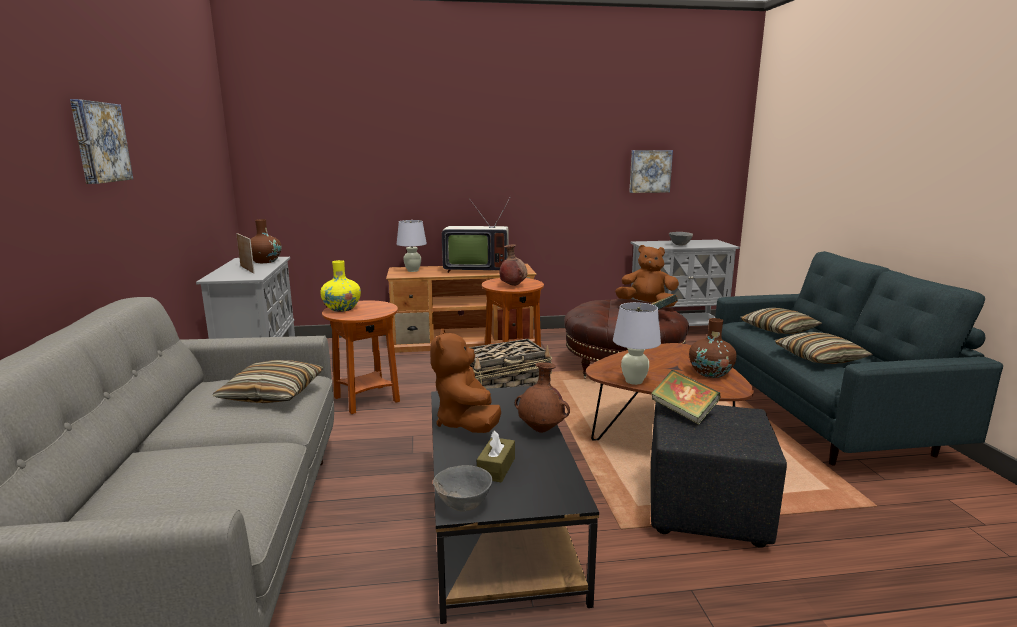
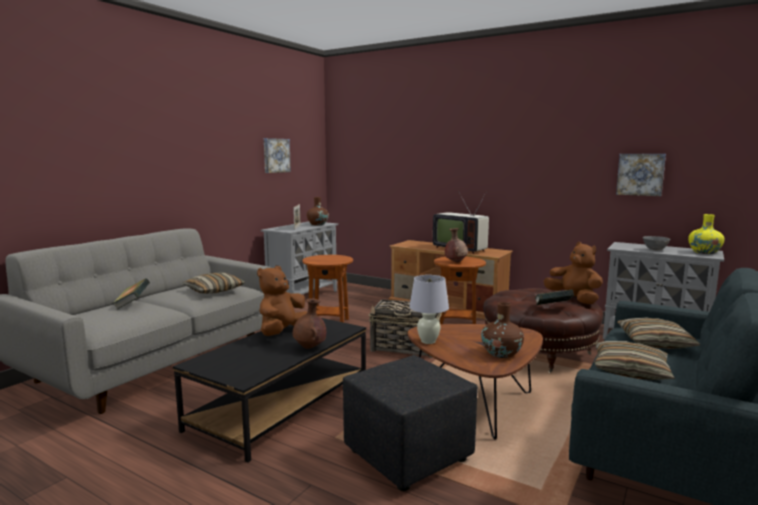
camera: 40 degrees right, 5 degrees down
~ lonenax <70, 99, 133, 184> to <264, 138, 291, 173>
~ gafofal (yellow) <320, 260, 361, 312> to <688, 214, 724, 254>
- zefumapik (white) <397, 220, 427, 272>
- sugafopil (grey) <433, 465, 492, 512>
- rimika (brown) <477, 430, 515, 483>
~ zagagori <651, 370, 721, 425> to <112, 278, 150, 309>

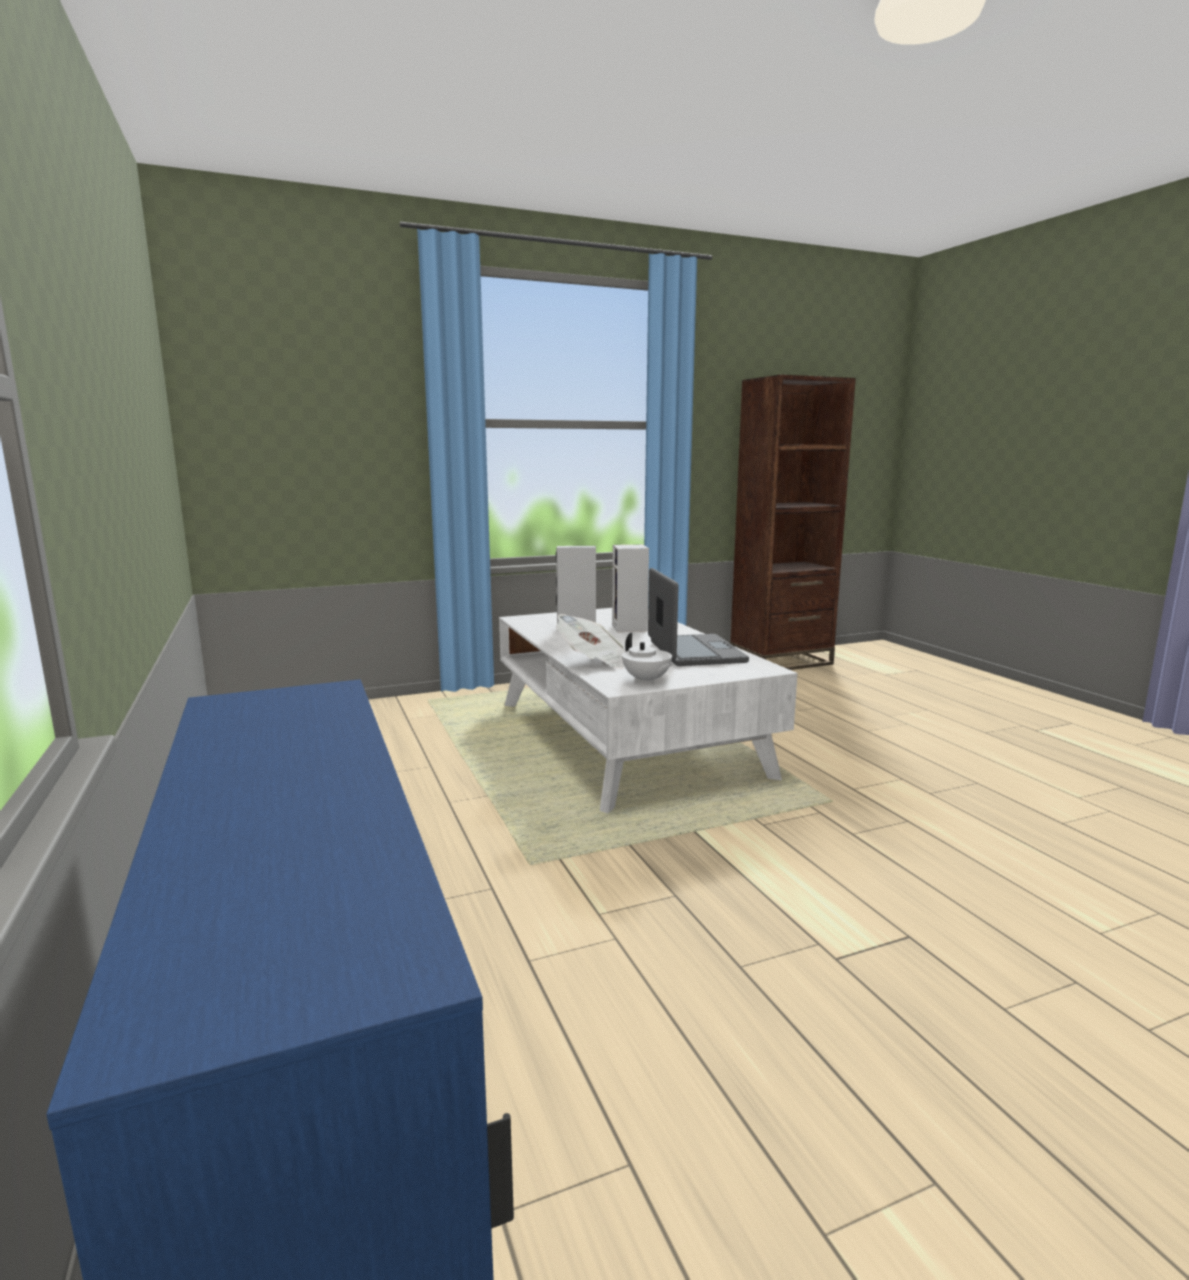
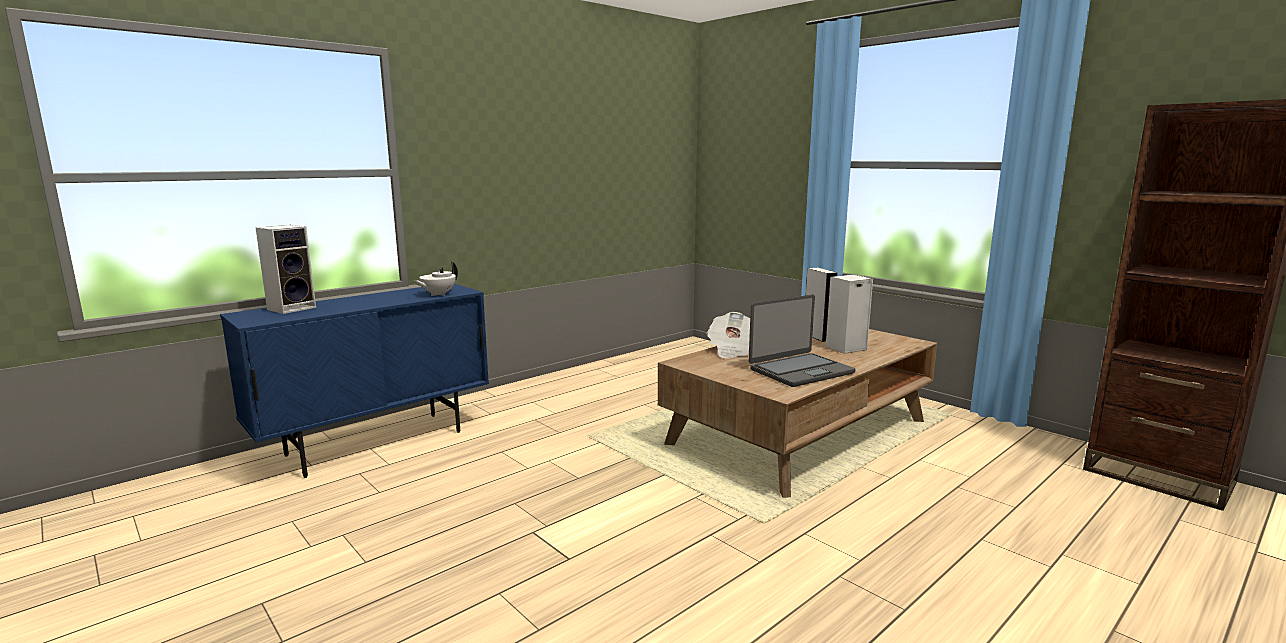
camera: 70 degrees right, 0 degrees up
~ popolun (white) <499, 608, 798, 813> to popolun (brown) <658, 329, 937, 498>
~ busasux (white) <622, 633, 673, 684> to <414, 262, 458, 296>
+ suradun <256, 225, 316, 314>

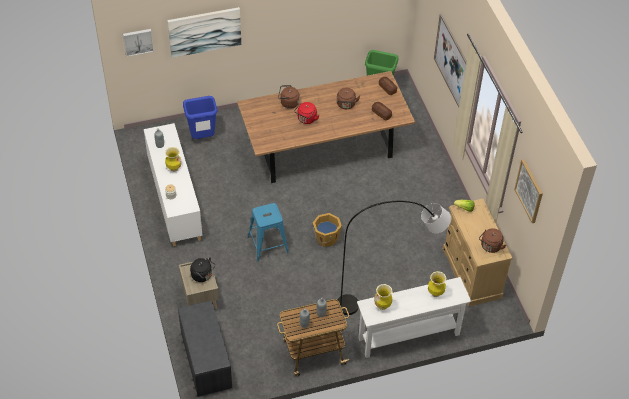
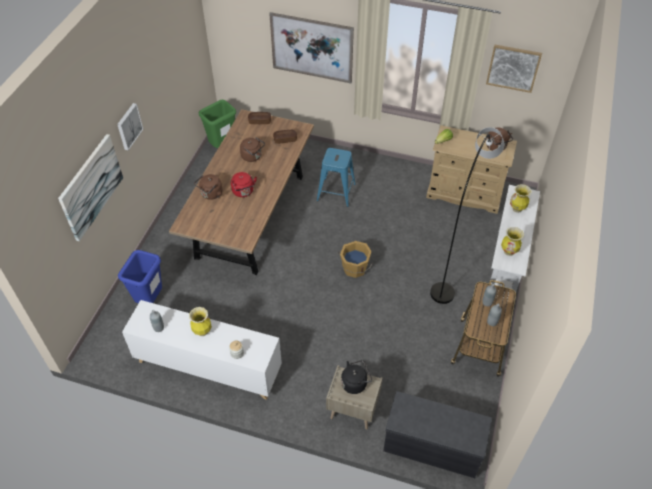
camera: 55 degrees left, 0 degrees up
~ lonenax <123, 29, 154, 57> to <117, 103, 143, 151>
~ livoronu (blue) <248, 203, 289, 262> to <317, 148, 356, 207>

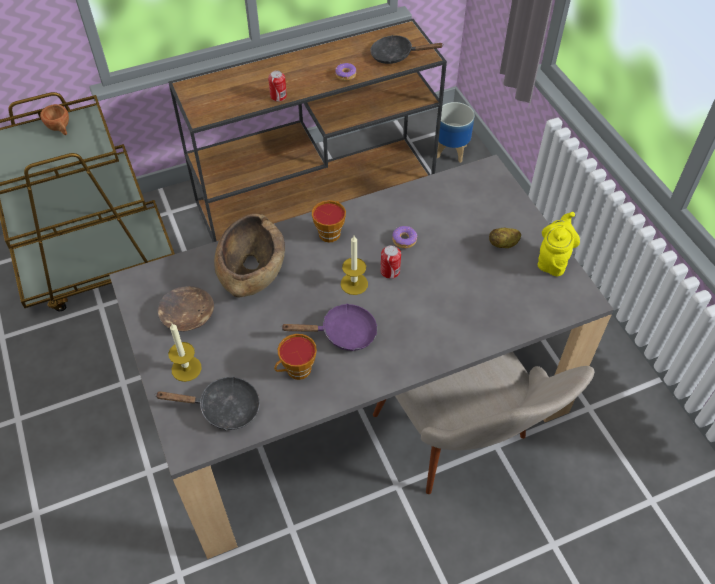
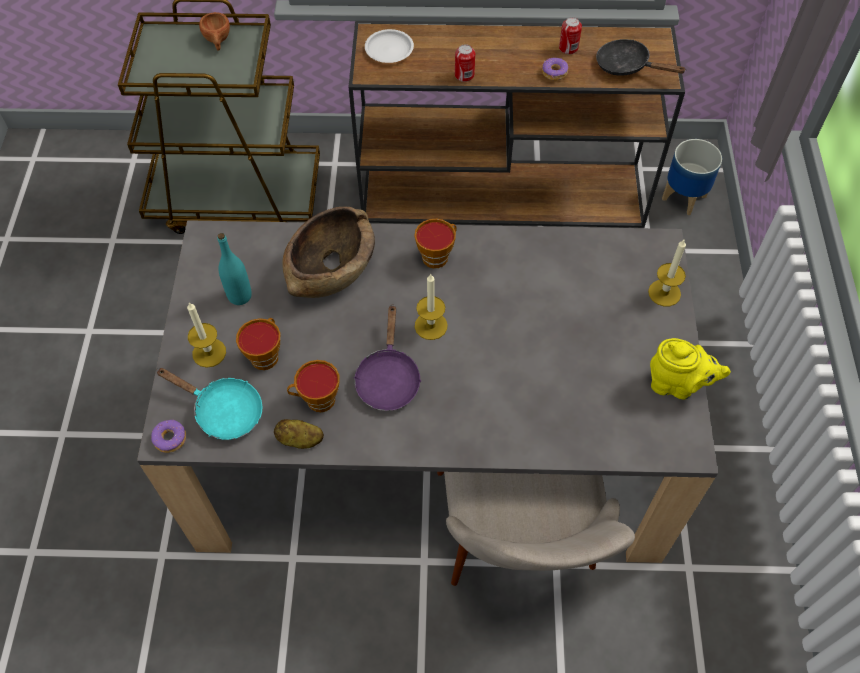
camera: 25 degrees right, 5 degrees up
~ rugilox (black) <155, 376, 260, 430> to rugilox (turquoise) <156, 368, 263, 440>
~ sugafopil (brown) <158, 286, 214, 332> to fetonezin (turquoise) <217, 233, 252, 305>
~ rugilox (purple) <281, 303, 378, 351> = <353, 304, 421, 411> 75 degrees clockwise
~ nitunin <380, 245, 401, 279> to <559, 17, 582, 54>
~ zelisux <392, 226, 417, 248> to <151, 420, 186, 453>
~ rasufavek <489, 227, 521, 248> to <274, 419, 324, 449>
~ busasux (yellow) <538, 212, 580, 276> = <650, 338, 731, 400> 60 degrees clockwise
+ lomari <236, 318, 280, 370>
+ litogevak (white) <365, 29, 414, 63>
+ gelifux <648, 240, 686, 306>

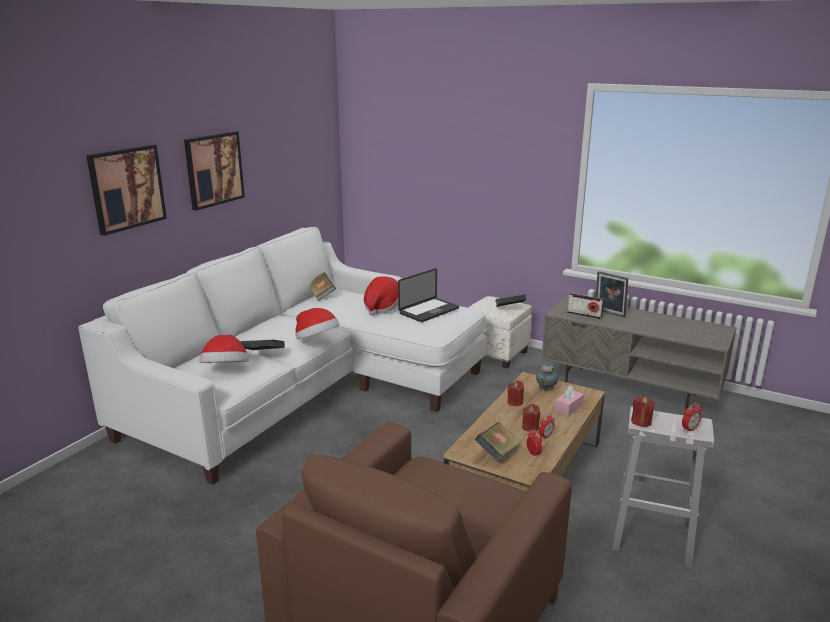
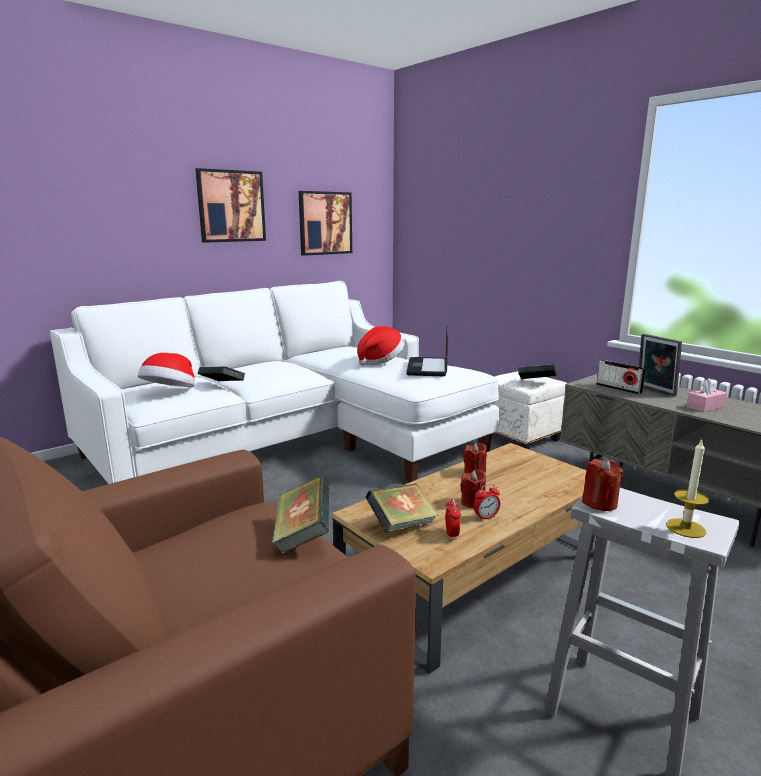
camera: 20 degrees right, 5 degrees down
~ lonenax <86, 145, 167, 236> to <299, 191, 352, 256>
- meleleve <296, 308, 340, 339>
~ zagagori <309, 272, 336, 301> to <272, 475, 329, 554>
~ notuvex <398, 268, 459, 322> = <406, 323, 448, 376> 120 degrees clockwise
- busasux <536, 363, 558, 391>
~ rimika (pink) <555, 386, 584, 416> to <686, 378, 727, 412>
~ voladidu <682, 403, 702, 432> to gelifux <666, 439, 709, 538>

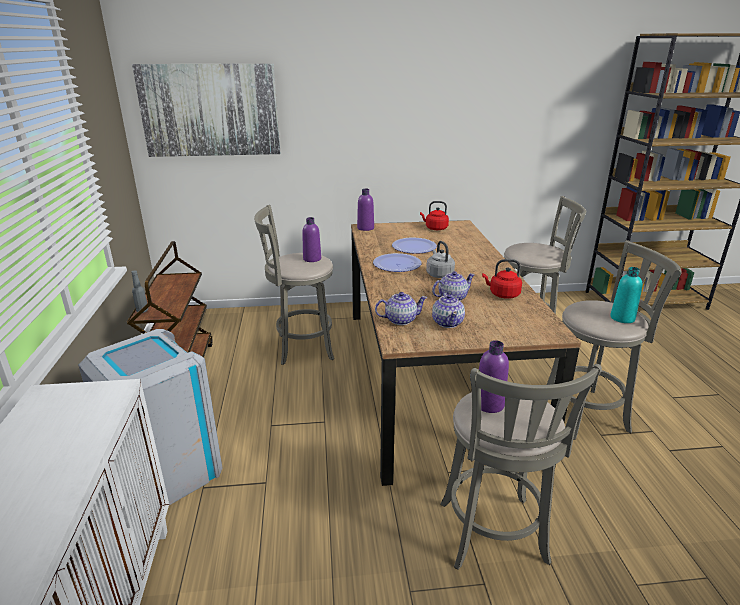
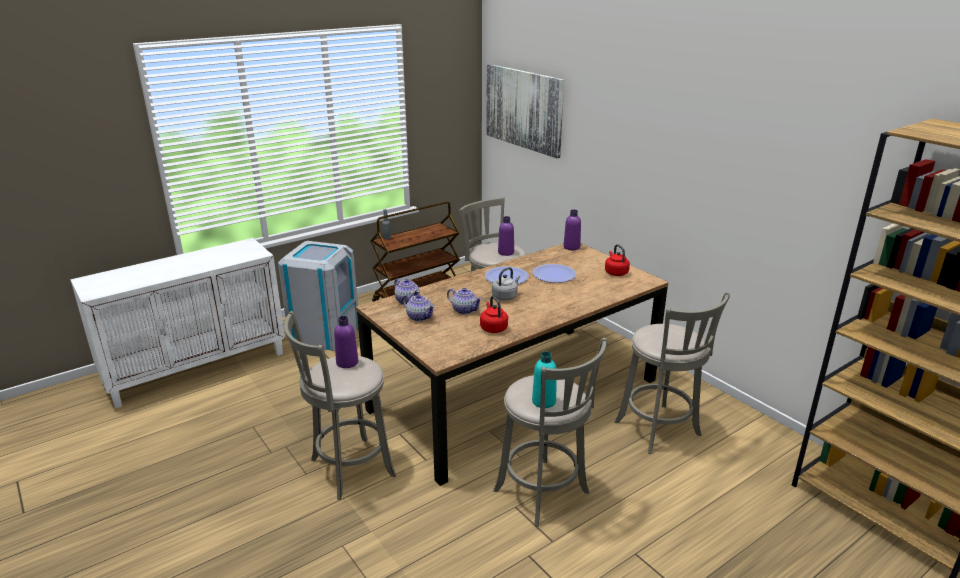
camera: 60 degrees right, 0 degrees up
~ busasux <432, 292, 465, 328> = <403, 294, 435, 321> 105 degrees counterclockwise

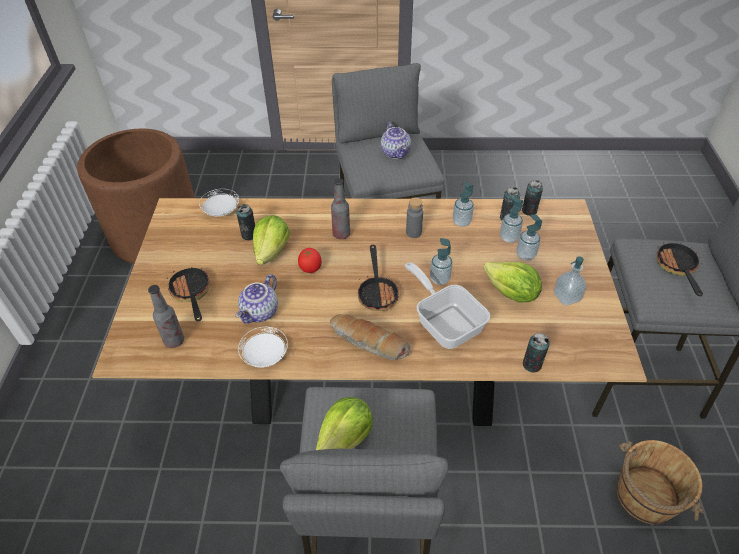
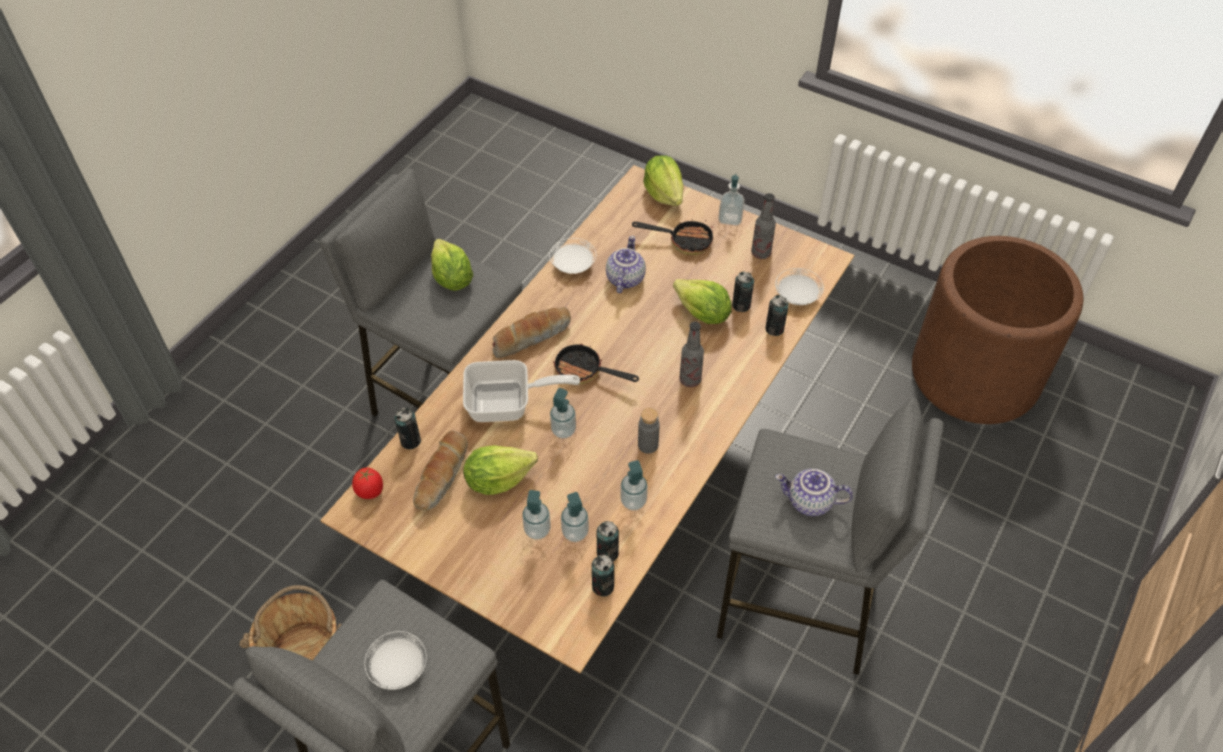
camera: 120 degrees right, 5 degrees up
~ fetonezin <148, 285, 184, 348> to <751, 193, 776, 259>
~ busasux <236, 274, 278, 324> = <606, 236, 646, 293> 45 degrees clockwise
~ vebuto <298, 248, 322, 273> to <352, 468, 383, 499>
~ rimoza <554, 256, 587, 305> to <718, 173, 745, 226>
~ rugilox <657, 237, 704, 296> to litogevak (white) <364, 631, 427, 690>
+ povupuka <413, 430, 468, 510>
+ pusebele <643, 156, 684, 206>
+ nitunin <765, 295, 789, 336>

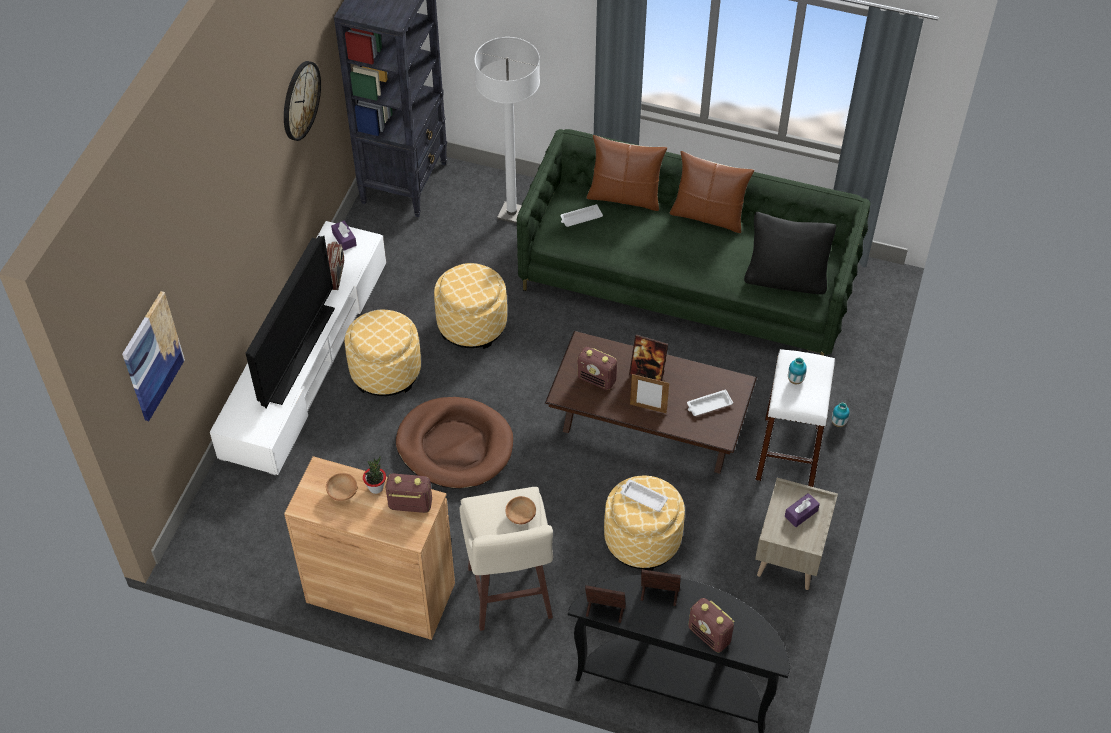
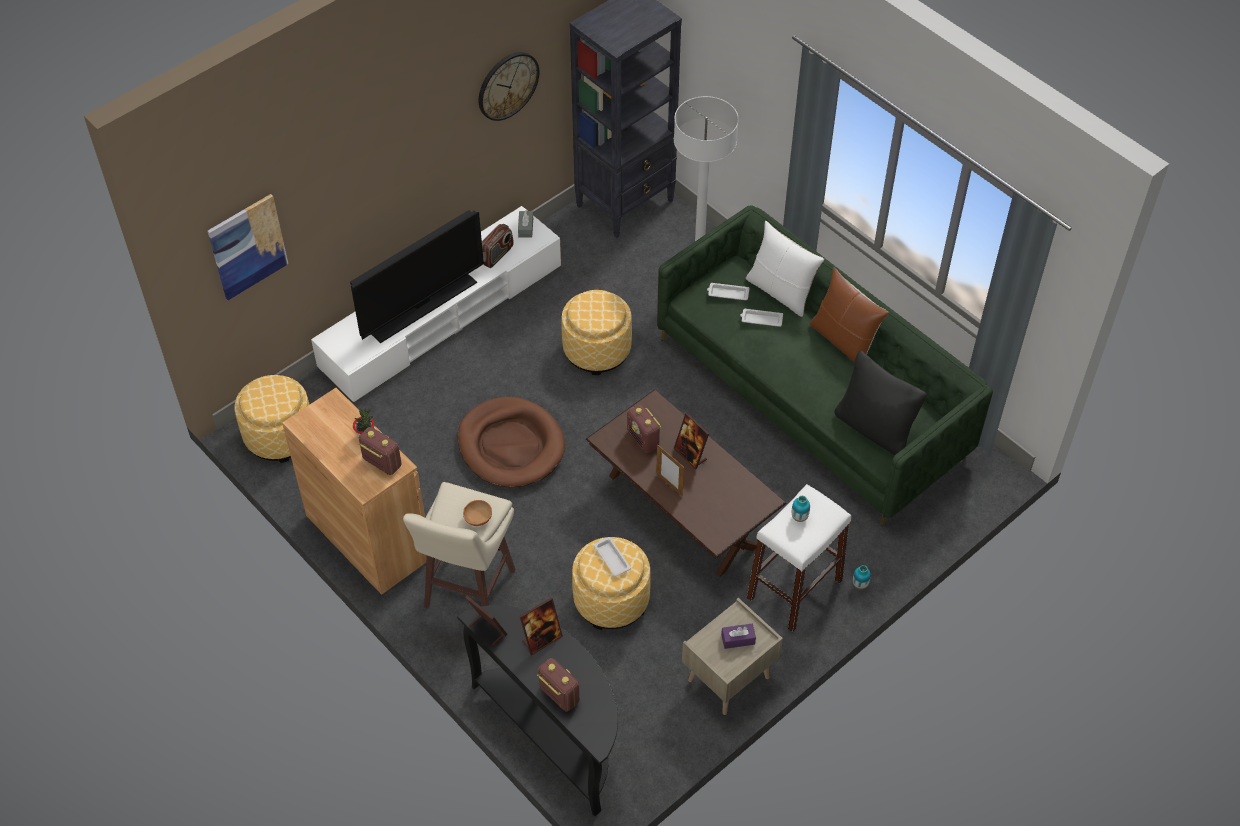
camera: 30 degrees right, 0 degrees up
- sugafopil (brown) <326, 473, 357, 501>
~ rimika (purple) <331, 221, 357, 251> to rimika (grey) <518, 210, 533, 238>
~ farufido <345, 309, 421, 396> to <234, 375, 310, 463>
~ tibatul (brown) <587, 135, 667, 211> to tibatul (white) <746, 221, 824, 317>
~ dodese <641, 569, 681, 606> = <520, 597, 563, 655> 105 degrees clockwise
~ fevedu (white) <687, 390, 733, 416> to <740, 309, 783, 327>
~ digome <688, 598, 734, 652> = <537, 658, 580, 711> 150 degrees clockwise

